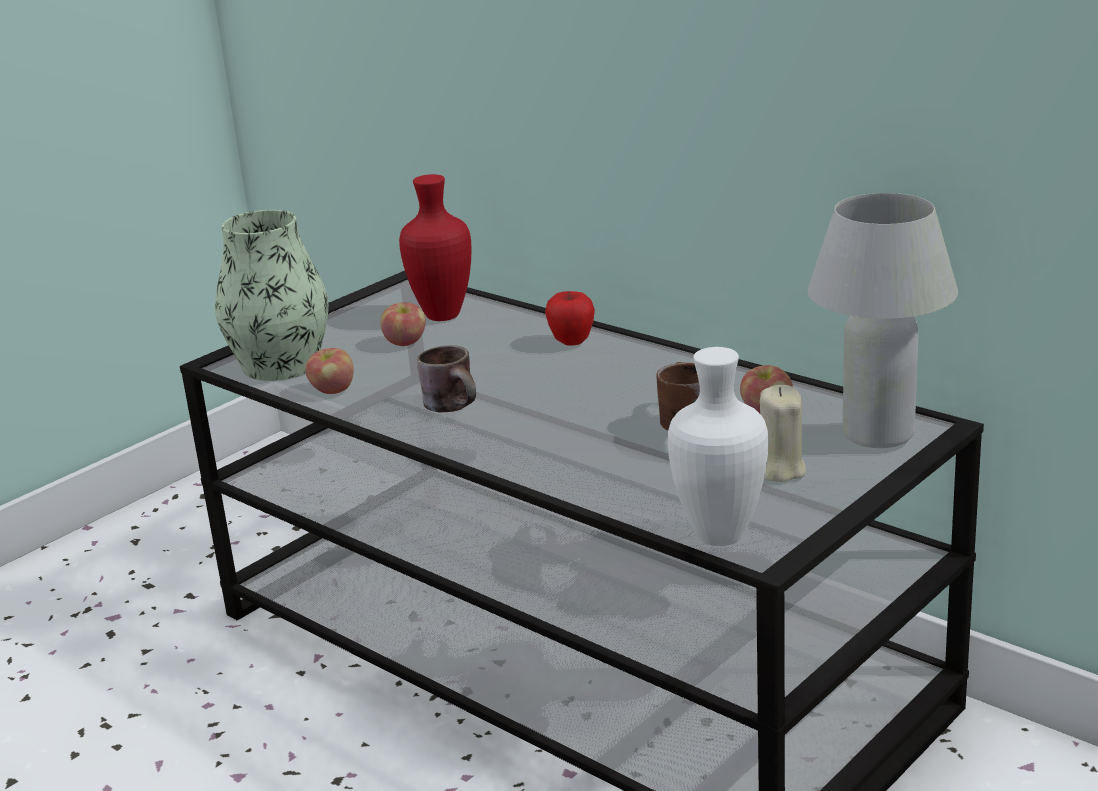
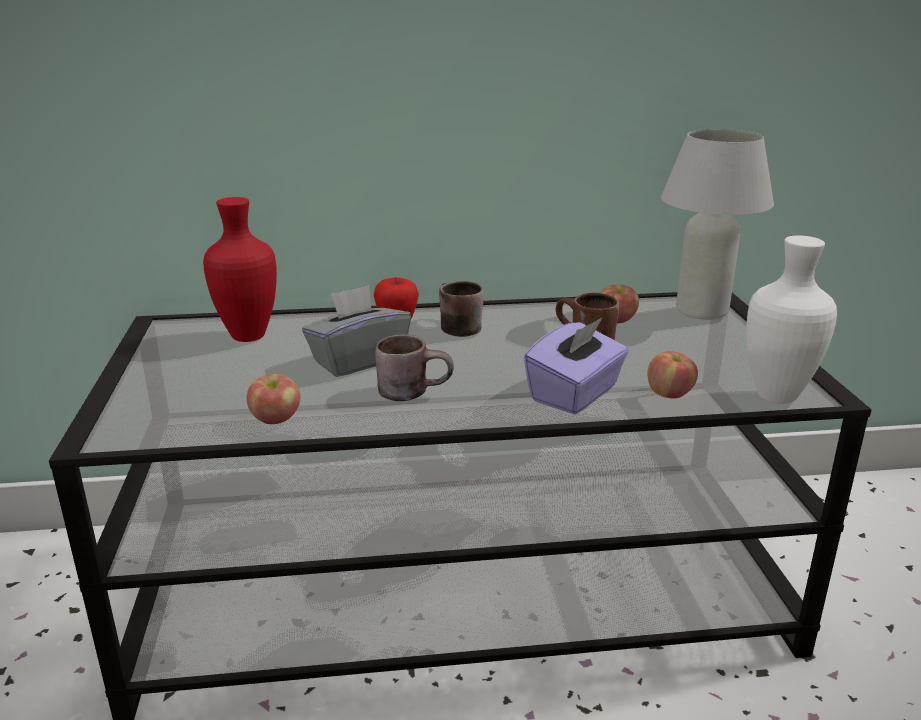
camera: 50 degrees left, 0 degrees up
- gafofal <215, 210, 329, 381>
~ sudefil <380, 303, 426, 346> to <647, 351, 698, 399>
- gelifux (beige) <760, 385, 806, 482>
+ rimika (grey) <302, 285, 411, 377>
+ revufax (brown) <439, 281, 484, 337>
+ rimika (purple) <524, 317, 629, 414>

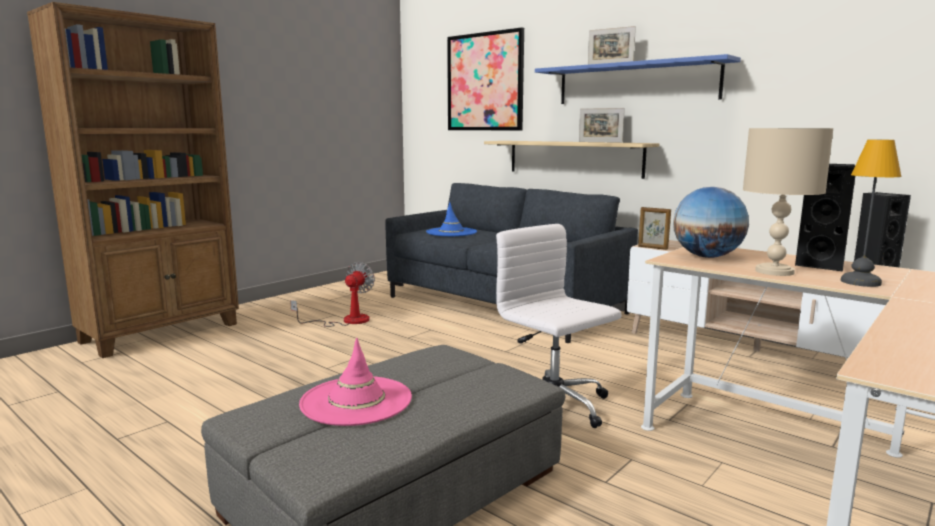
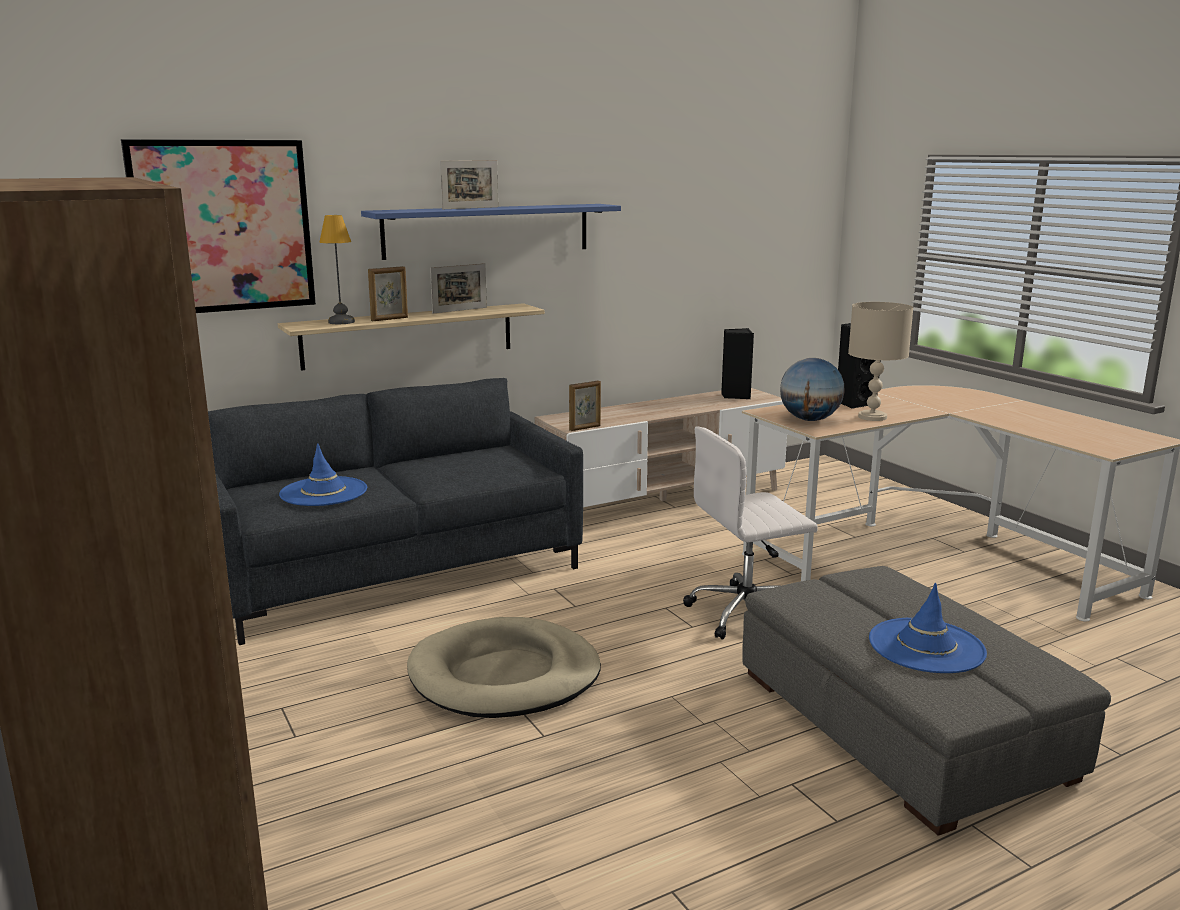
camera: 70 degrees left, 5 degrees up
- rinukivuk <290, 262, 375, 327>
~ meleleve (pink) <299, 338, 412, 426> to meleleve (blue) <869, 583, 987, 673>
~ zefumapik <841, 139, 901, 287> to <319, 215, 355, 324>
+ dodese <368, 266, 408, 321>
+ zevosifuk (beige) <407, 617, 601, 718>

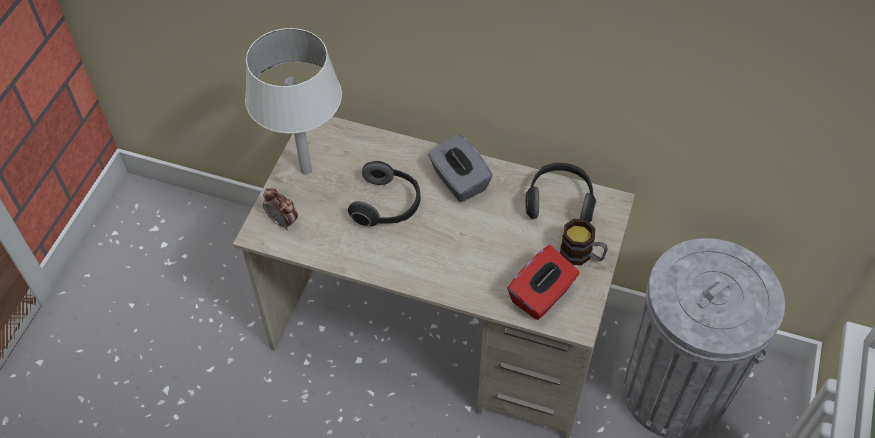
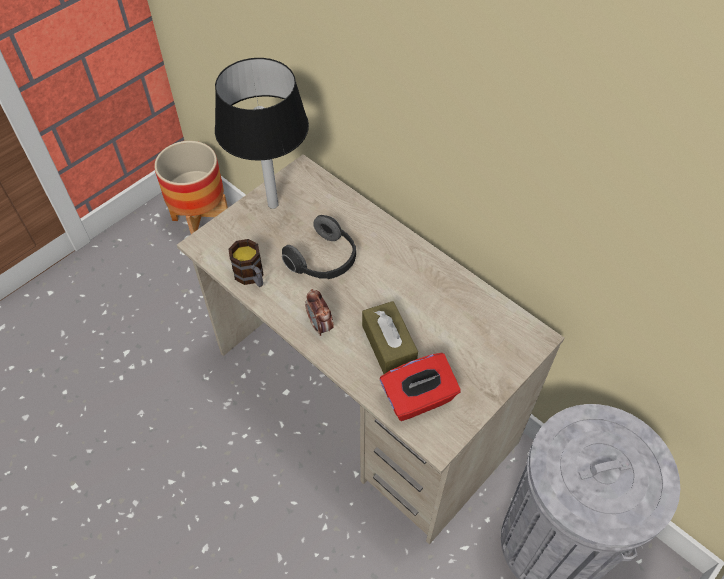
camera: 25 degrees right, 0 degrees up
~ zefumapik (white) <245, 28, 342, 174> to zefumapik (black) <215, 58, 309, 209>
~ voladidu <263, 188, 298, 230> to <305, 289, 334, 336>
- rimika (grey) <428, 133, 493, 202>
- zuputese <525, 163, 597, 222>
~ revufax <560, 219, 608, 266> to <229, 239, 264, 287>
+ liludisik <154, 141, 228, 234>
+ rimika (brown) <362, 301, 418, 374>

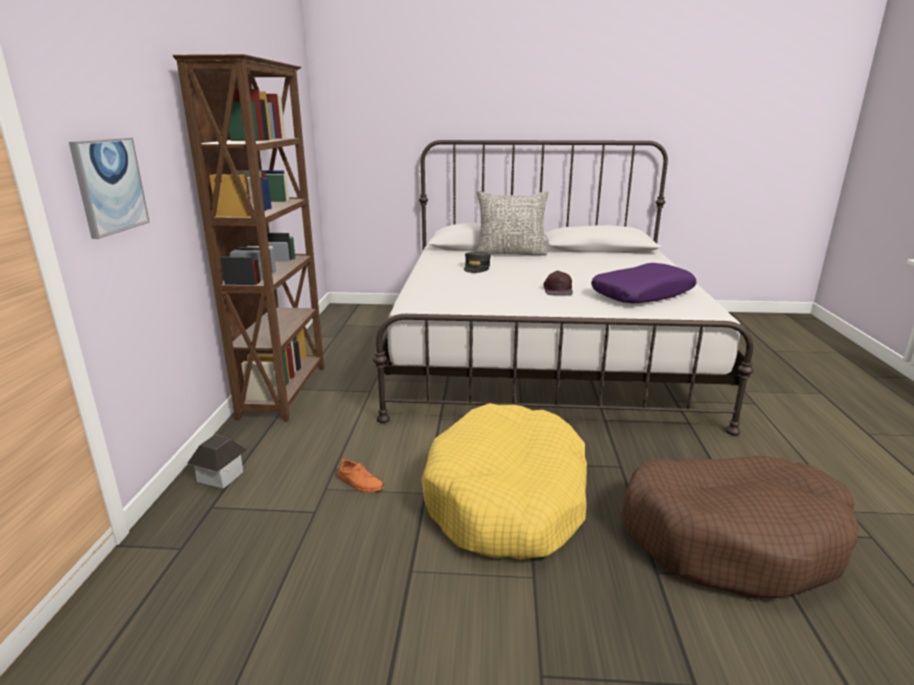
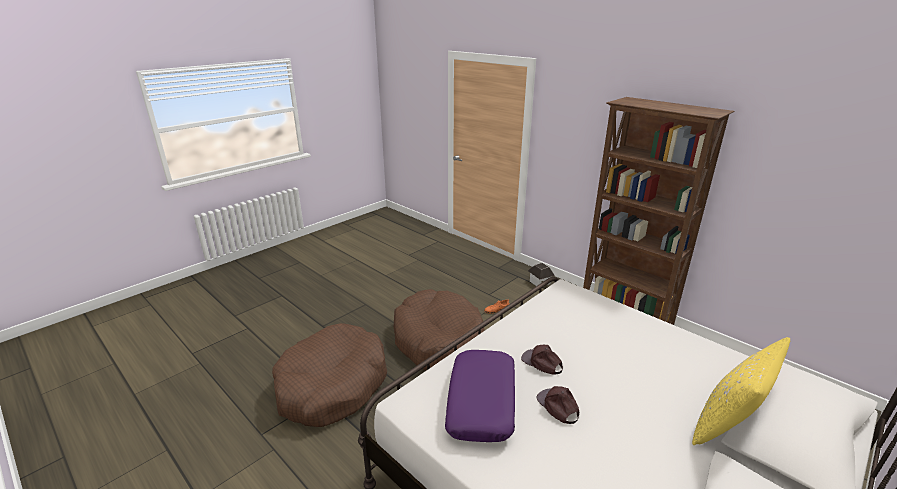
camera: 130 degrees right, 5 degrees up
- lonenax <69, 137, 150, 239>
~ zevosifuk (yellow) <421, 403, 587, 560> to zevosifuk (brown) <394, 289, 485, 371>
- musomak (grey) <464, 251, 491, 273>
~ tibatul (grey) <476, 191, 549, 256> to tibatul (yellow) <692, 337, 790, 445>
+ musomak (brown) <537, 386, 579, 424>

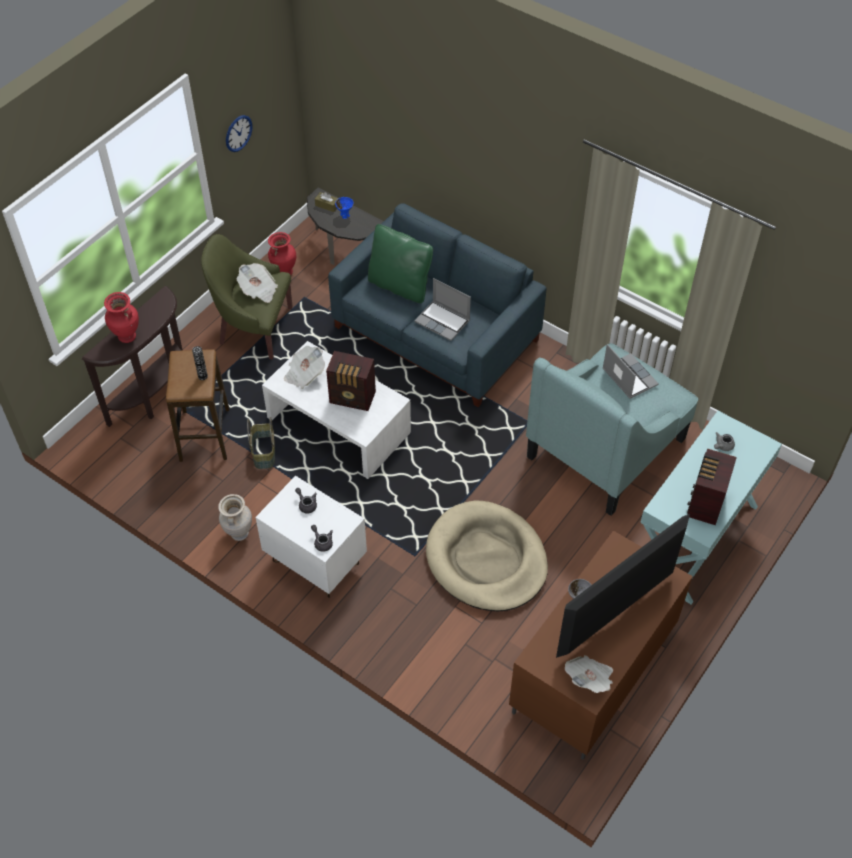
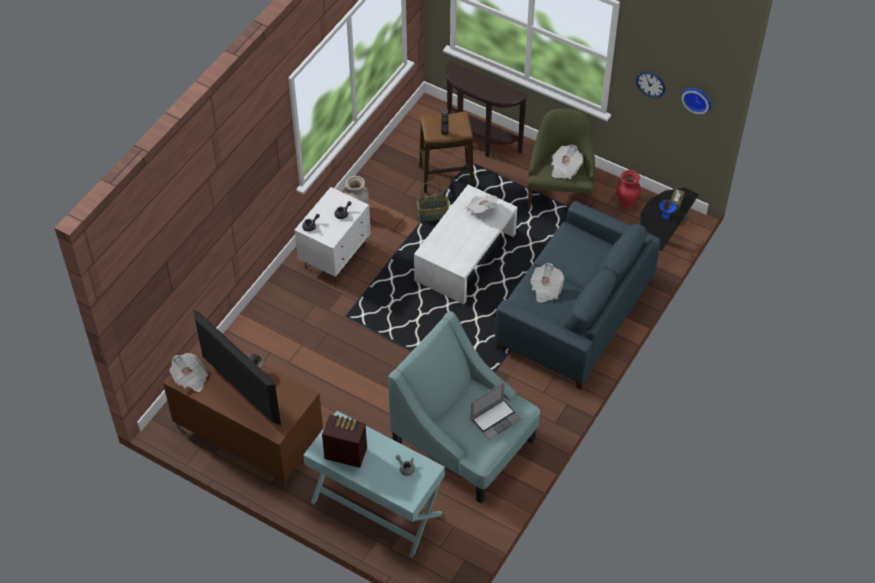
camera: 85 degrees right, 0 degrees up
- gafofal (red) <104, 292, 139, 343>
- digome <326, 351, 376, 411>
- tibatul (green) <368, 224, 433, 303>
~ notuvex <414, 278, 471, 341> to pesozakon <530, 263, 564, 303>
- zevosifuk (beige) <426, 500, 548, 611>
+ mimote <681, 88, 711, 114>

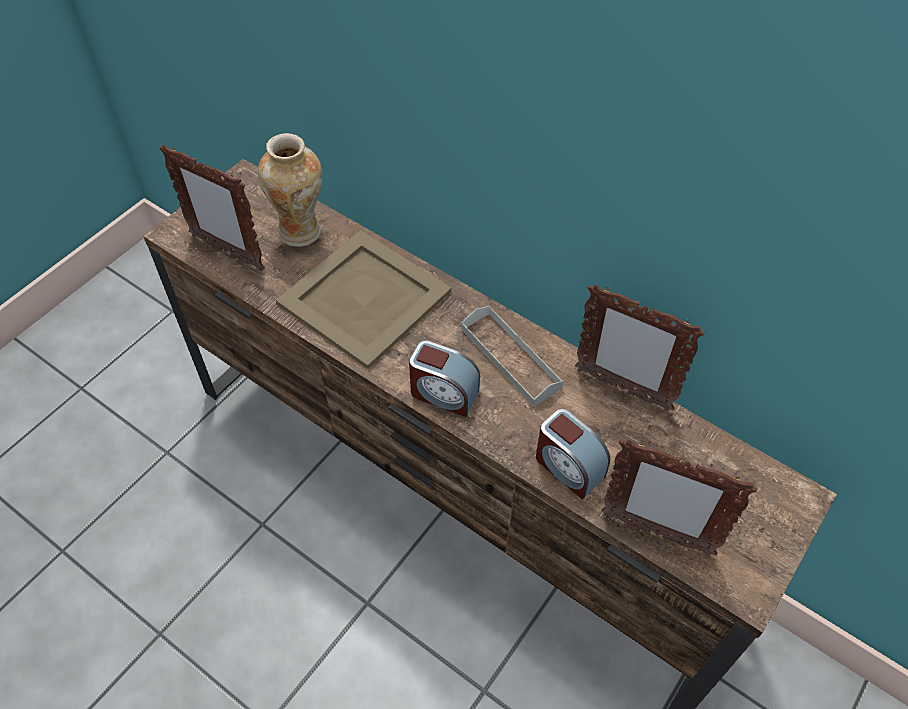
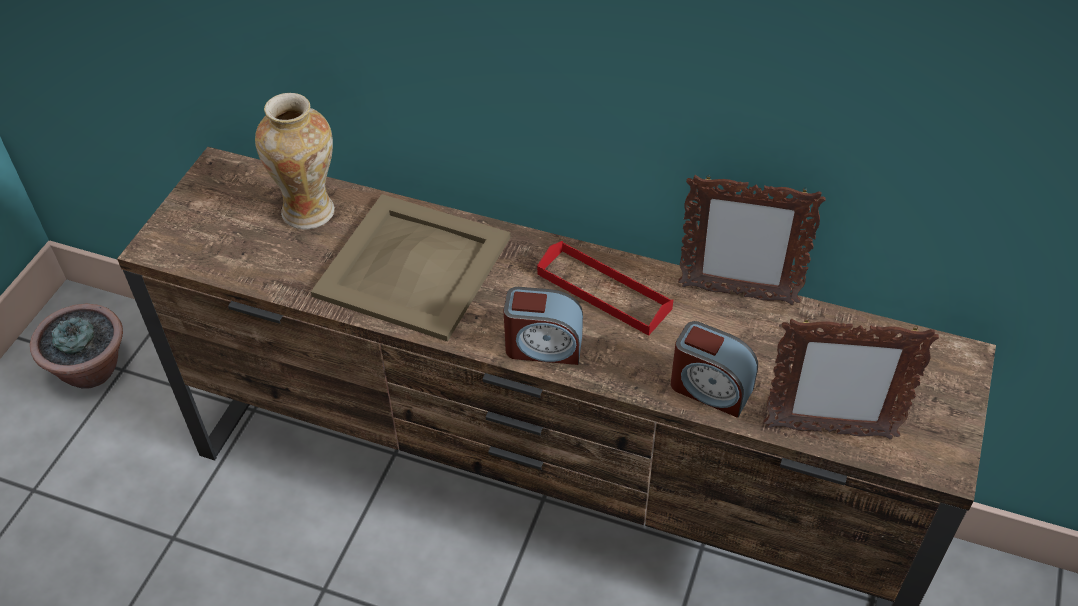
camera: 15 degrees left, 5 degrees down
- dodese <159, 144, 265, 270>
~ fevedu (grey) <461, 306, 564, 406> to fevedu (red) <537, 241, 673, 336>
+ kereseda <30, 303, 123, 389>

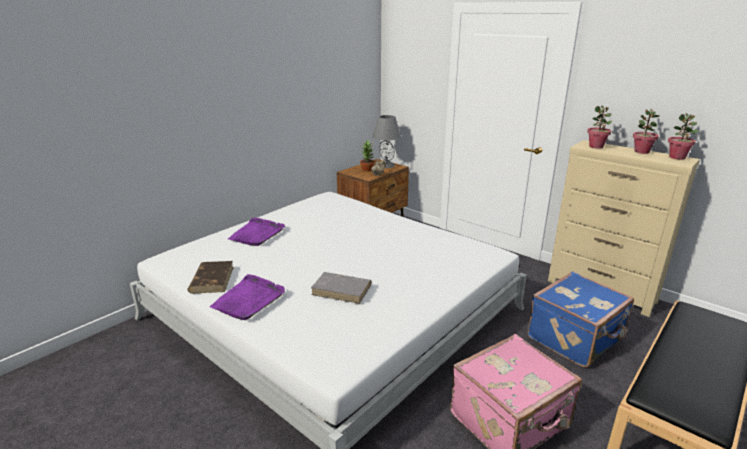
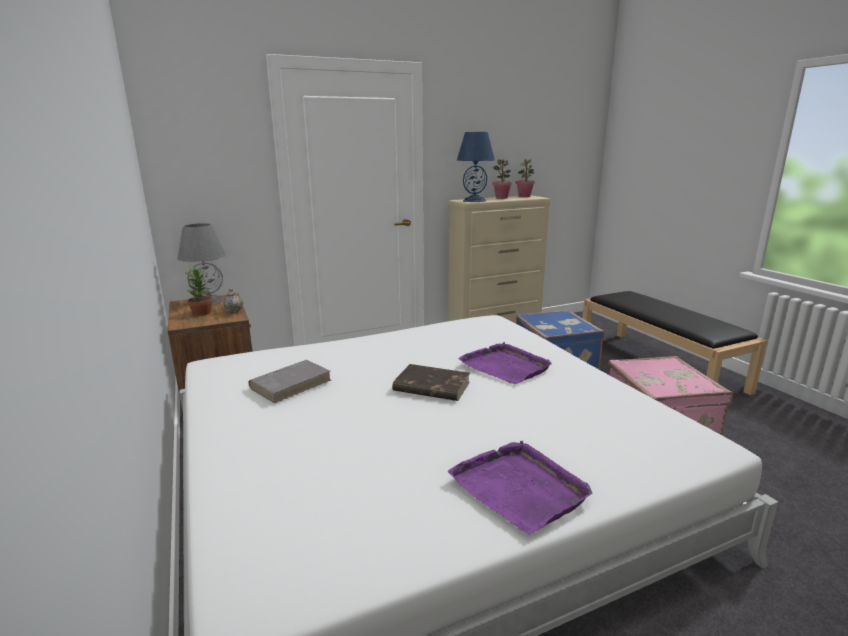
camera: 65 degrees left, 5 degrees down
~ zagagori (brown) <188, 261, 234, 293> to <392, 364, 470, 401>
~ fevedu (purple) <228, 218, 285, 246> to <458, 342, 552, 384>
~ zagagori (grey) <311, 272, 371, 304> to <249, 360, 331, 403>
~ kereseda <587, 105, 612, 149> to zefumapik (blue) <457, 132, 495, 202>

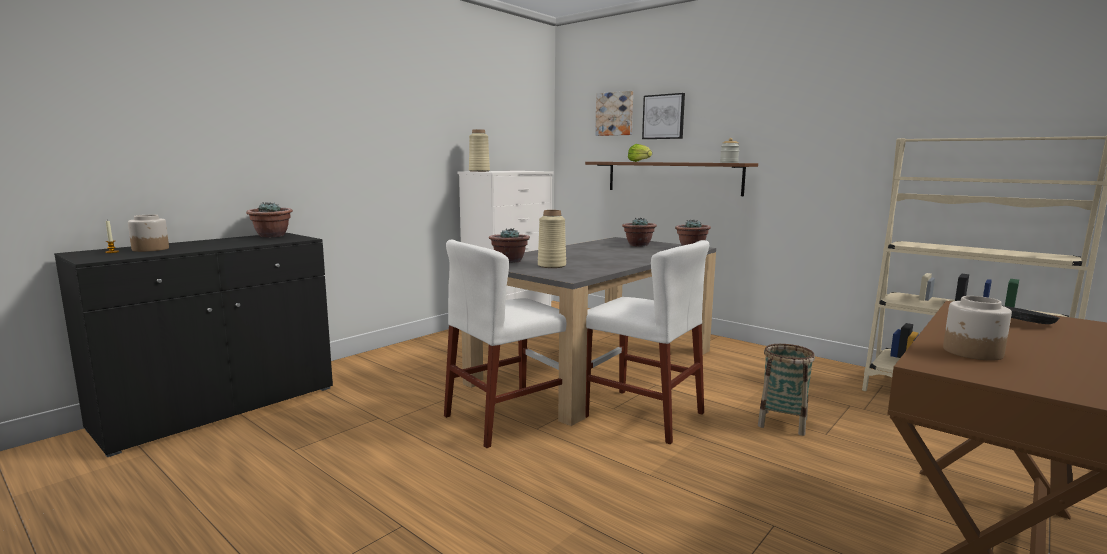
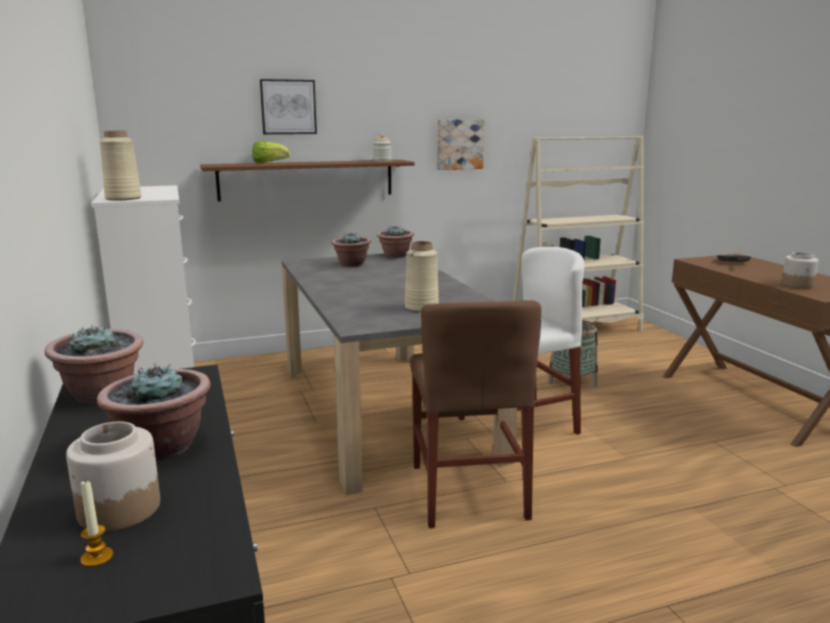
camera: 60 degrees left, 5 degrees up
~ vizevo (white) <444, 240, 566, 448> to vizevo (brown) <411, 300, 541, 528>
~ kereseda <489, 228, 530, 263> to <97, 363, 211, 460>
~ lonenax <595, 91, 633, 136> to <437, 119, 485, 170>

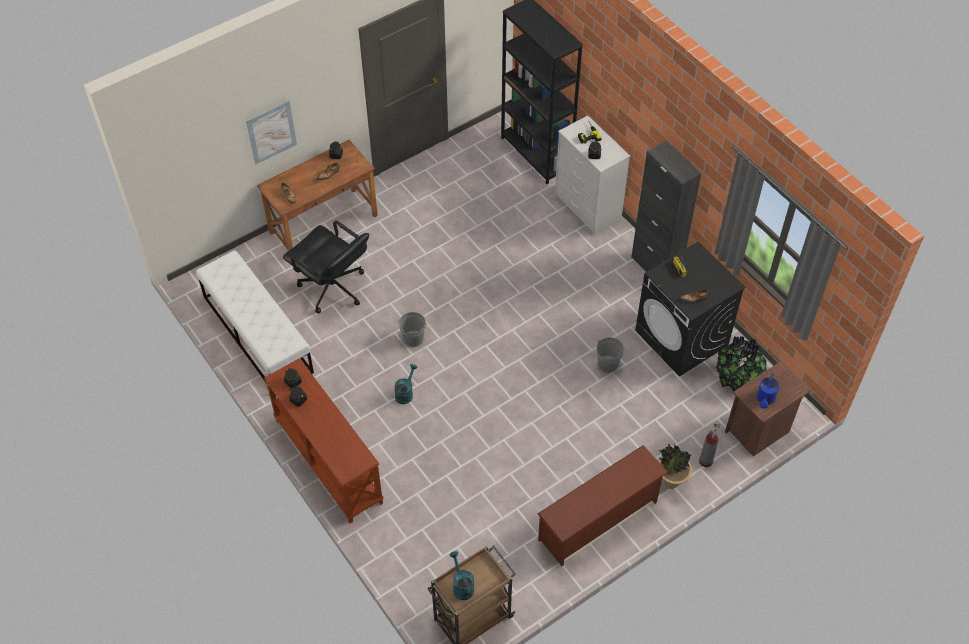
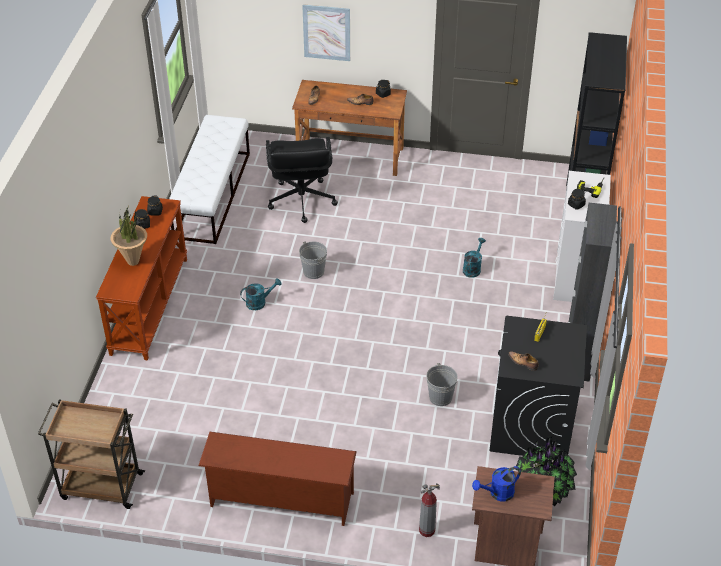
camera: 45 degrees right, 10 degrees down
~ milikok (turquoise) <450, 551, 474, 600> to <463, 238, 486, 278>
~ kereseda <659, 444, 693, 489> to <111, 206, 147, 266>

